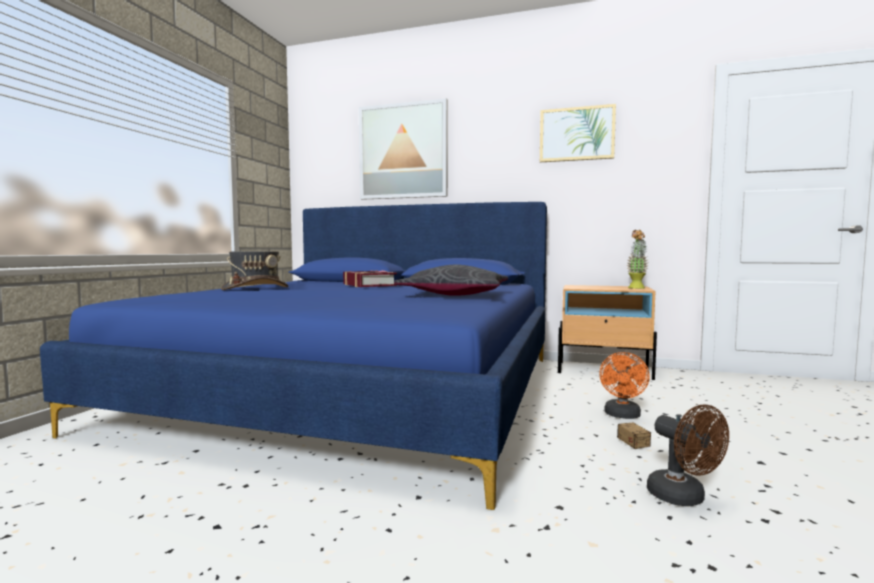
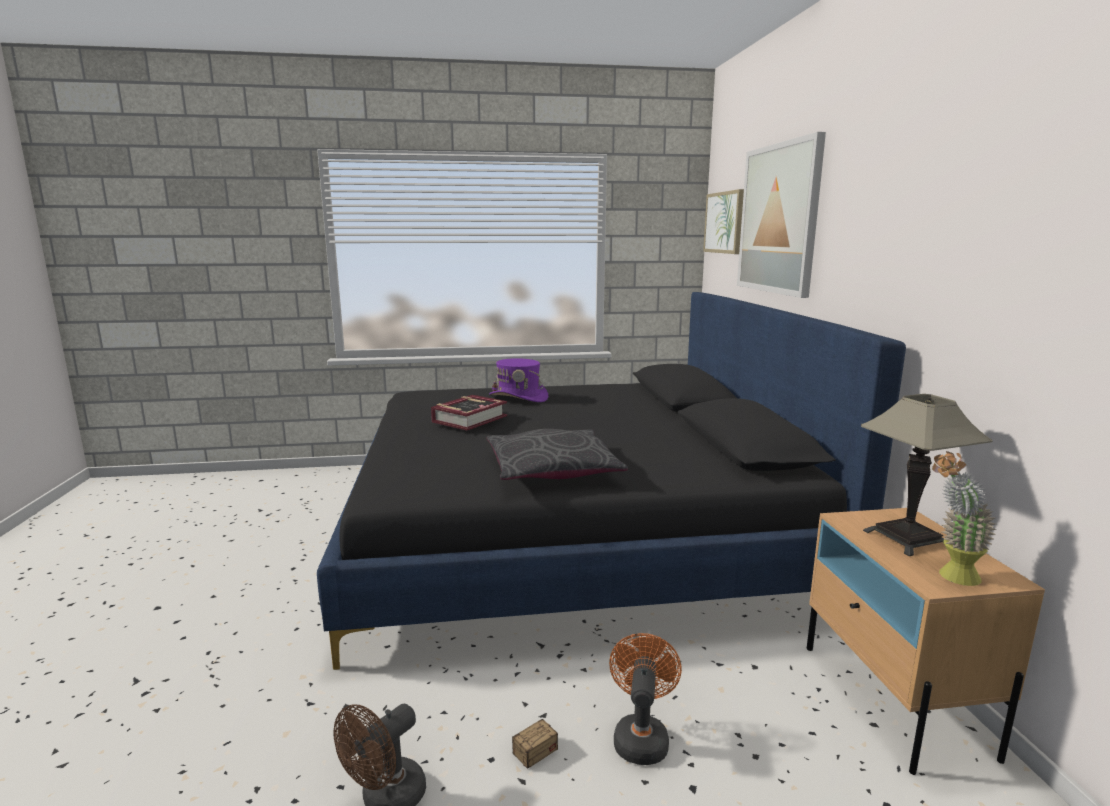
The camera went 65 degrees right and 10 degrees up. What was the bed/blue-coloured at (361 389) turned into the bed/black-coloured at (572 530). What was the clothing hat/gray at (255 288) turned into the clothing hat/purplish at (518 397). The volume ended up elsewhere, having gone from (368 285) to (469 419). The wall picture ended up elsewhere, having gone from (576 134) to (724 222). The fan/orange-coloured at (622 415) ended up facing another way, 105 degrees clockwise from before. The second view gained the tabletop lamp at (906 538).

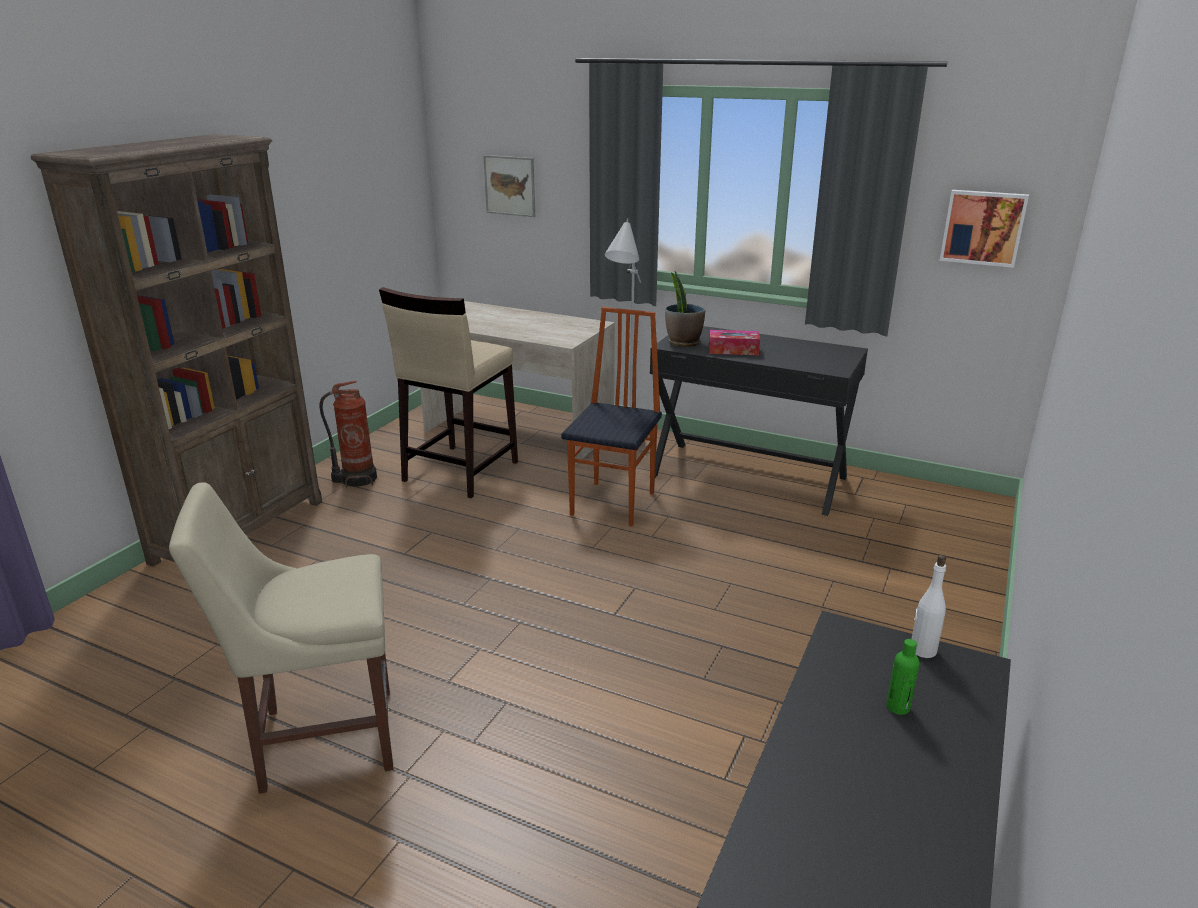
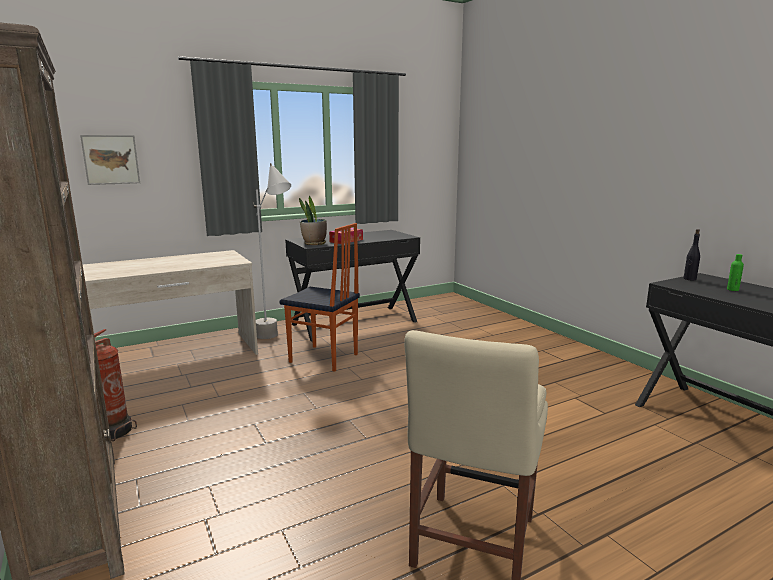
The camera went 55 degrees left and 10 degrees down. The second view lost the stool seat/sand-coloured at (459 471). The plain chair at (614 503) ended up facing another way, 150 degrees clockwise from before. What was the drink bottle/white at (922 650) turned into the drink bottle/black-coloured at (689 279). The second view lost the wall picture at (983 227).

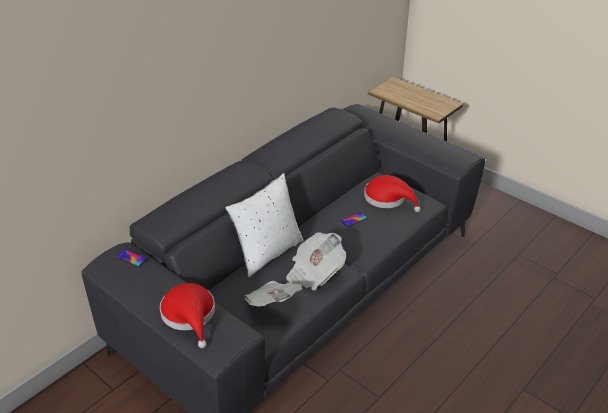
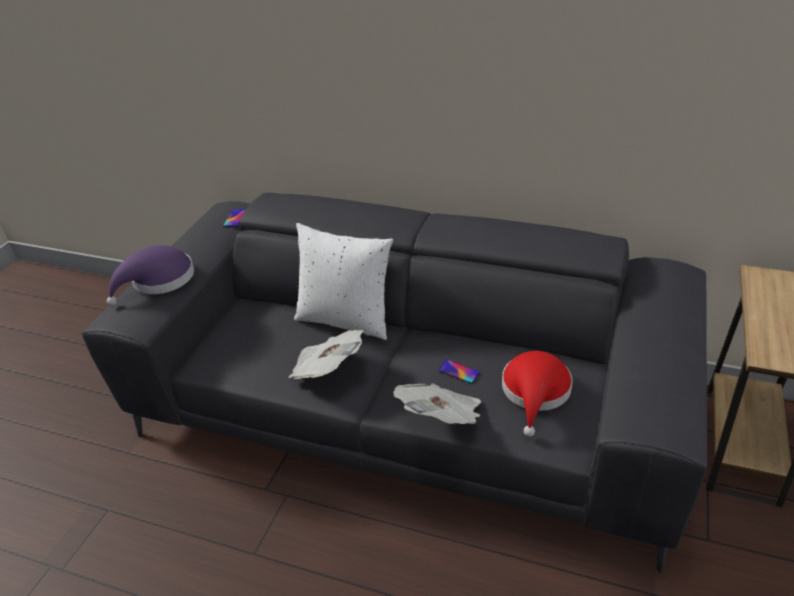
The camera went 70 degrees right and 0 degrees up. What was the clothing hat/reddish at (190 315) turned into the clothing hat/purplish at (158 281). The newspaper ended up elsewhere, having gone from (273 303) to (442 418).

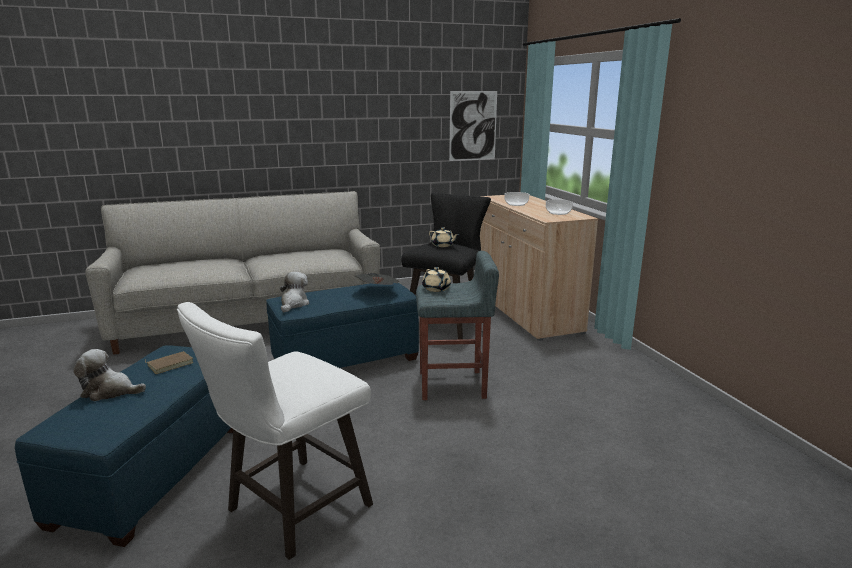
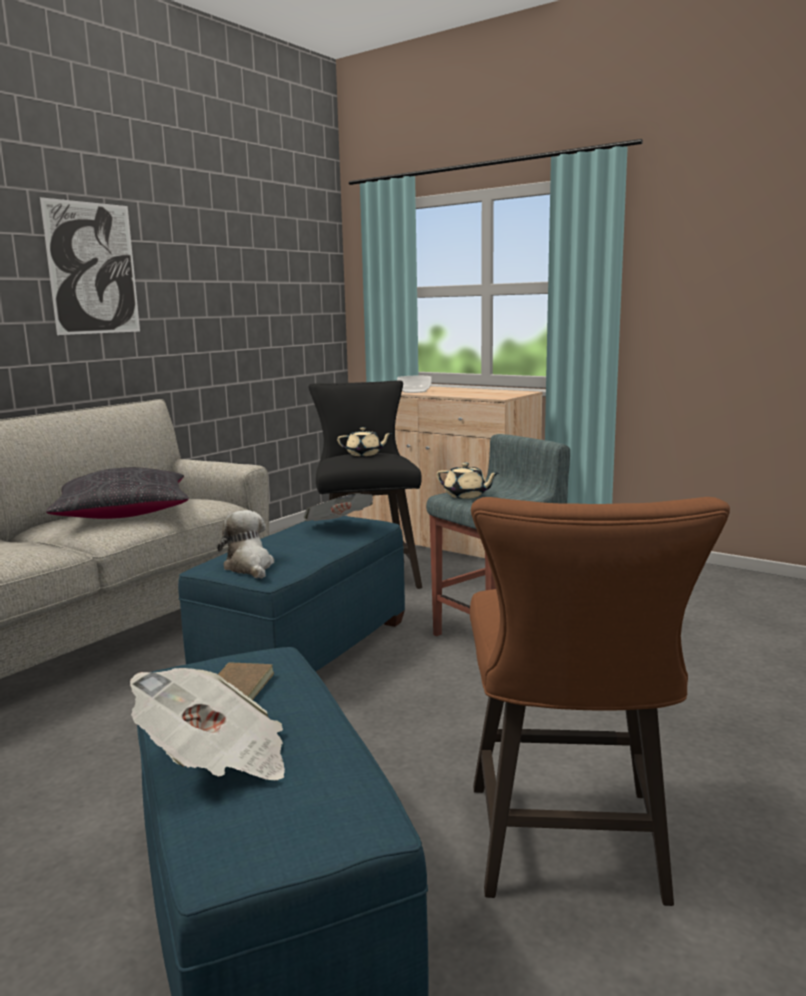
The camera went 35 degrees left and 5 degrees down. Where the plush toy stood at (110 391), the newspaper came to stand at (217 760). What was the stool seat/white at (290 511) turned into the stool seat/brown at (569 852). The wall picture ended up elsewhere, having gone from (473 126) to (93 268). The second view lost the deep dish at (558 213). The second view gained the throw pillow/black-coloured at (123 513).

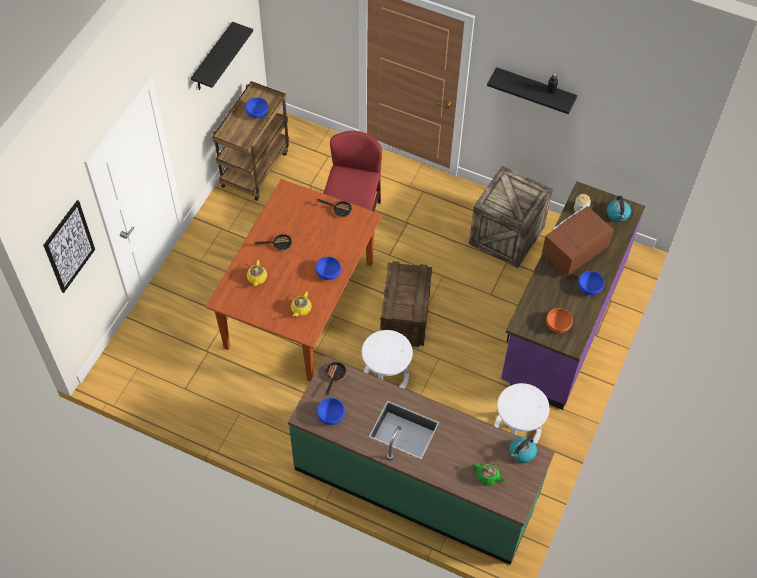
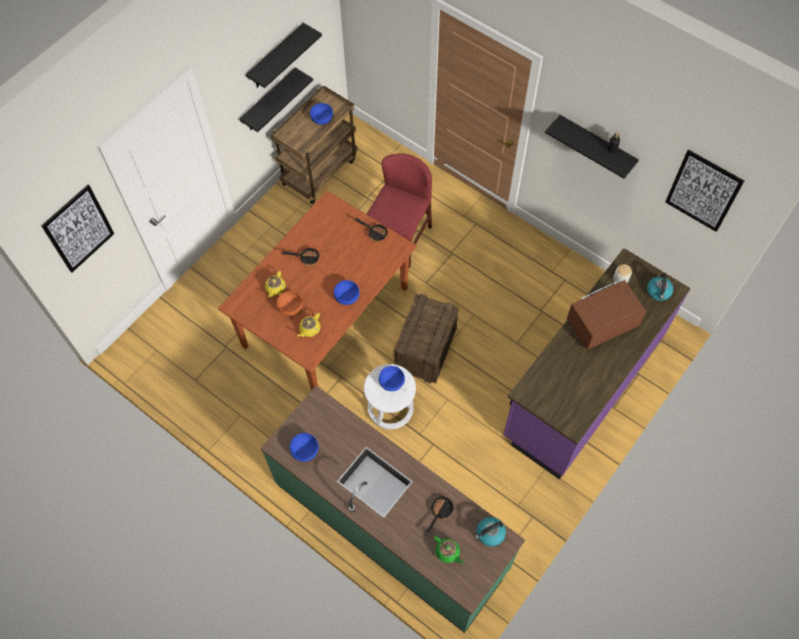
The camera went 15 degrees right and 5 degrees up. The skillet ended up elsewhere, having gone from (334 376) to (439 512). The second view lost the crate at (506 234). The second view lost the stool seat/white at (517 430). The deep dish/orange-coloured ended up elsewhere, having gone from (557 325) to (290 307). The deep dish/blue-coloured ended up elsewhere, having gone from (589 287) to (391 381). The second view gained the bracket shelf/black-coloured at (269 101). The second view gained the wall picture at (703 191).

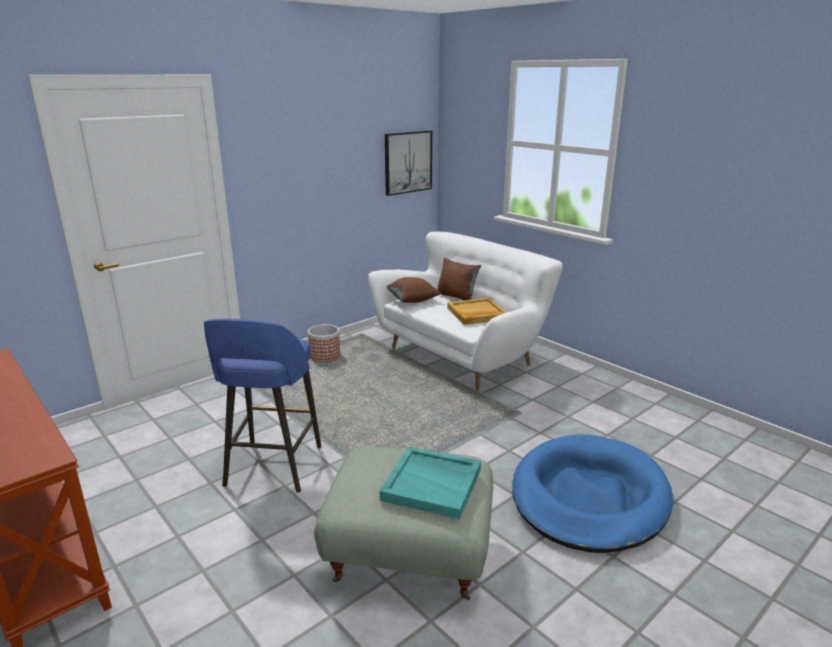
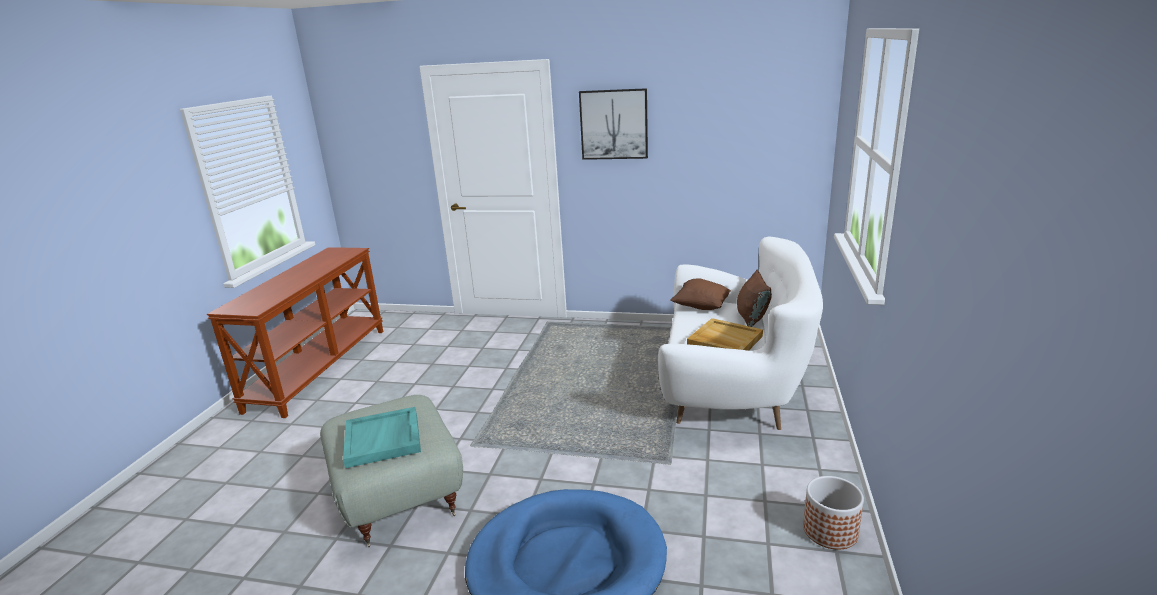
The camera went 55 degrees right and 0 degrees up. The second view lost the stool seat/blue-coloured at (272 467). The flower pot ended up elsewhere, having gone from (325 356) to (830 531). The wall picture ended up elsewhere, having gone from (407 162) to (614 124).

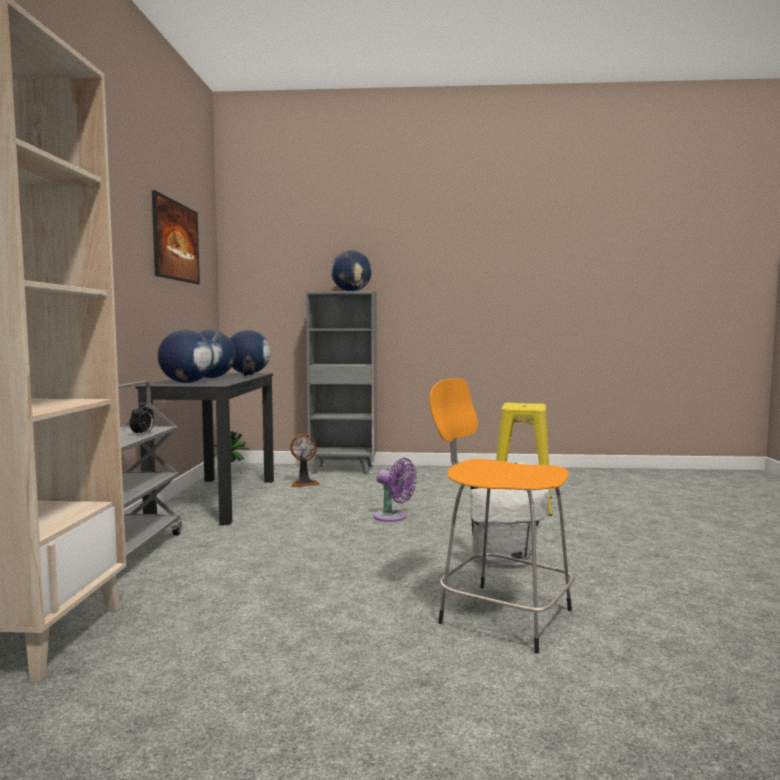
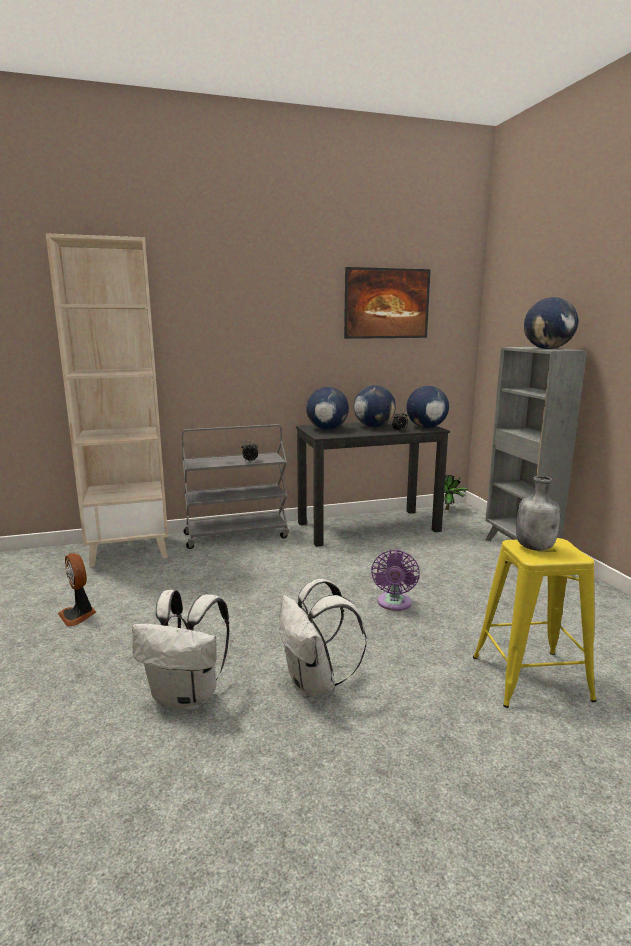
The camera went 70 degrees right and 10 degrees up. The fan ended up elsewhere, having gone from (304 483) to (78 615). Where the stool seat/orange-coloured stood at (501 615), the rucksack/white came to stand at (187 696). The second view gained the drink bottle/gray at (535 547).

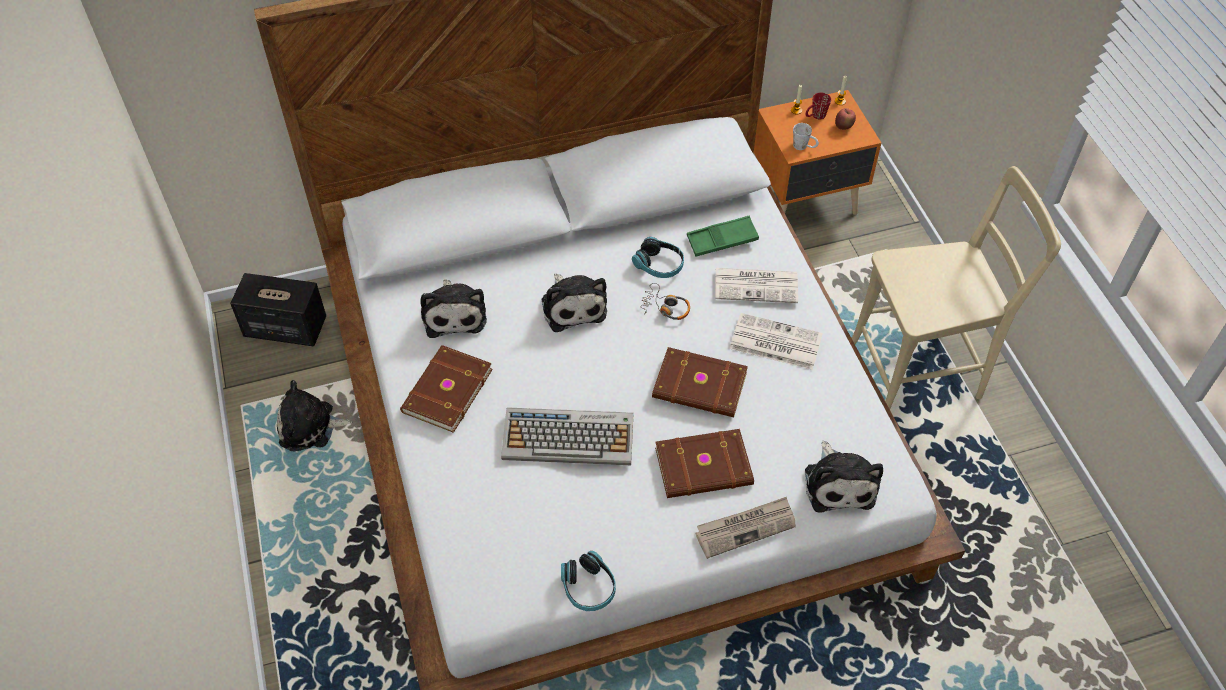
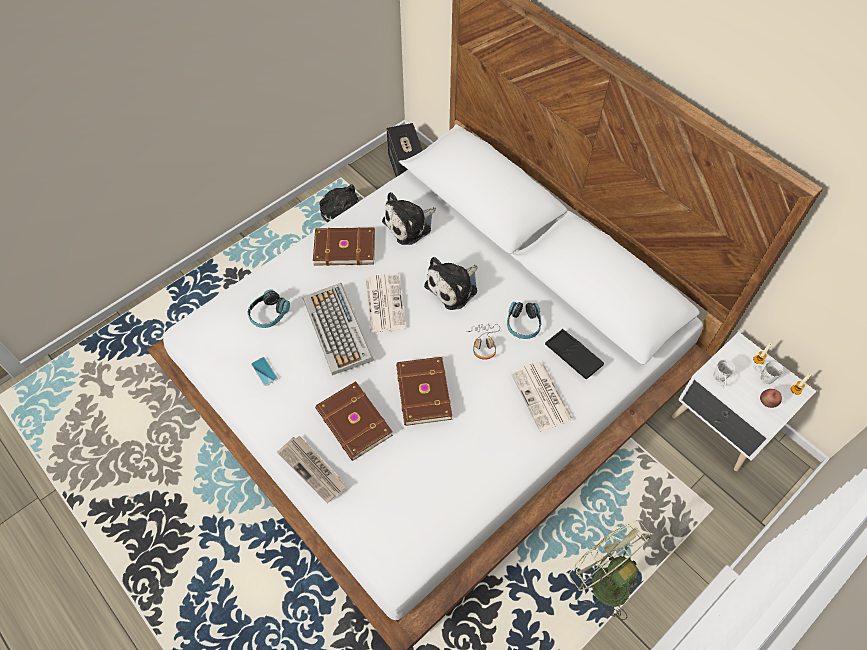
The camera went 65 degrees right and 5 degrees up. The headset ended up elsewhere, having gone from (588 587) to (269 314). What was the carrying tray/green at (722 240) turned into the carrying tray/black-coloured at (573 356). The newspaper ended up elsewhere, having gone from (774 342) to (384 302). What was the night table/orange-coloured at (806 202) turned into the night table/white at (721 427). The second view lost the plush toy at (839 483). What was the coffee mug/reddish at (815 117) turned into the coffee mug/white at (762 376). Where the plain chair/sand-coloured stood at (923 369), the fan/green came to stand at (602 580). The second view gained the telephone at (264 371).

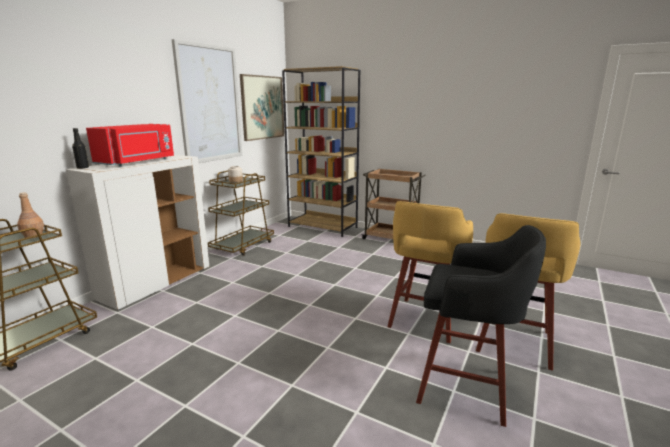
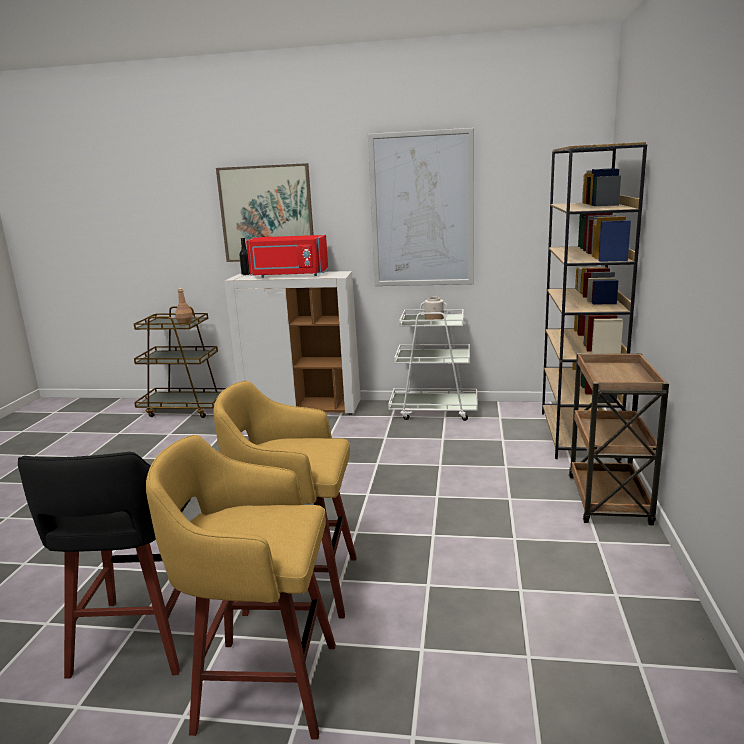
The camera went 70 degrees right and 0 degrees up. What was the cart/brown at (243 246) turned into the cart/white at (434 411). The wall picture ended up elsewhere, having gone from (262 107) to (266 214).

